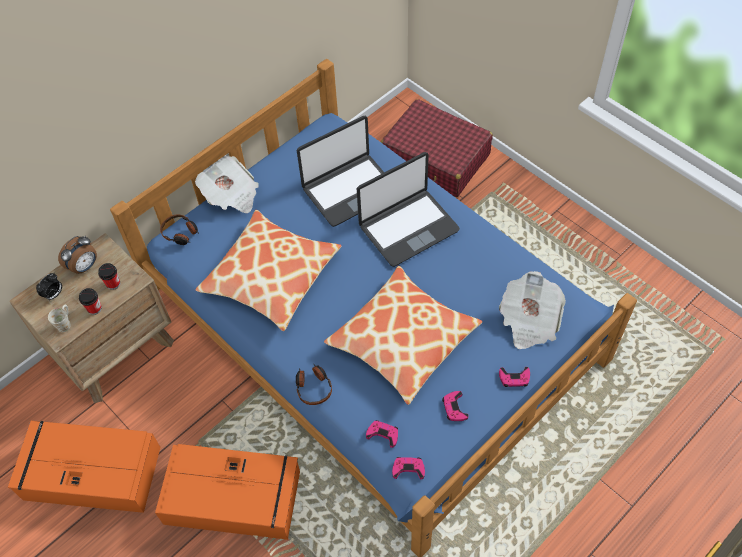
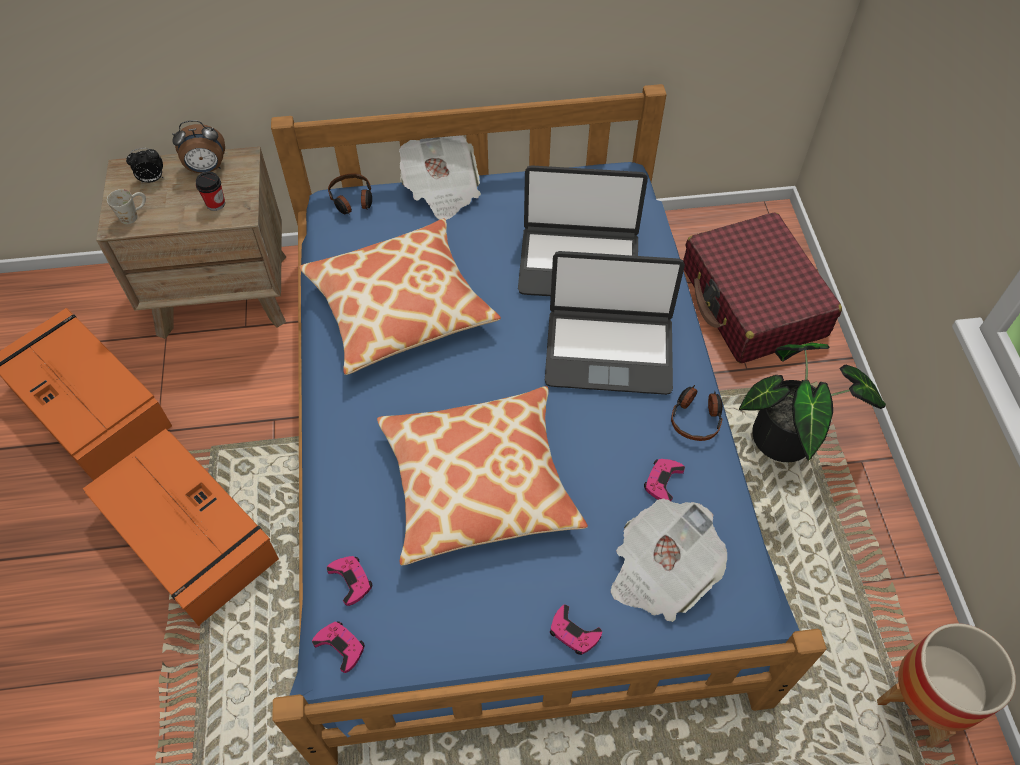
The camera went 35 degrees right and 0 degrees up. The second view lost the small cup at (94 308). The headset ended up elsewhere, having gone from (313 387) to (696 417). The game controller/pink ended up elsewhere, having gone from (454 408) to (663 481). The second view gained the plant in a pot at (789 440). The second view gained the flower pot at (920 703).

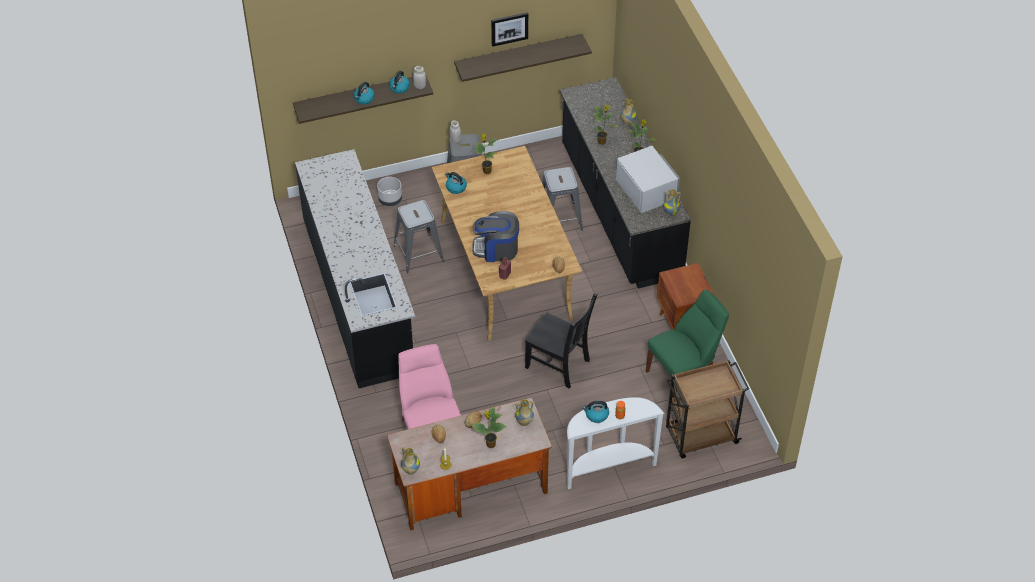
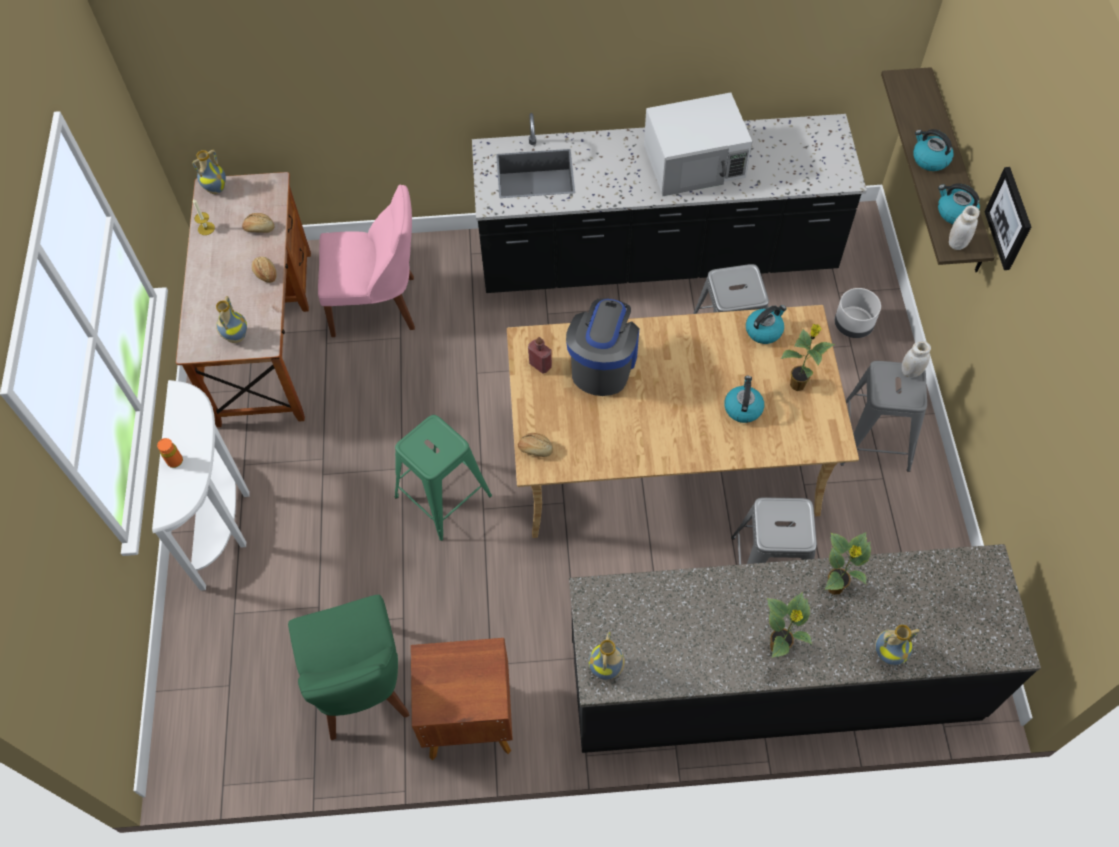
The camera went 105 degrees right and 10 degrees up. The second view lost the bracket shelf at (518 56). The second view lost the plant in a pot at (490 445). The wall picture ended up elsewhere, having gone from (509 28) to (1009 218). Where the plain chair/black-coloured stood at (559 365), the stool seat/green came to stand at (443 496). The water kettle ended up elsewhere, having gone from (596 415) to (743 408). The microwave/white ended up elsewhere, having gone from (646 189) to (695 161). The second view lost the cart/brown at (700 436).

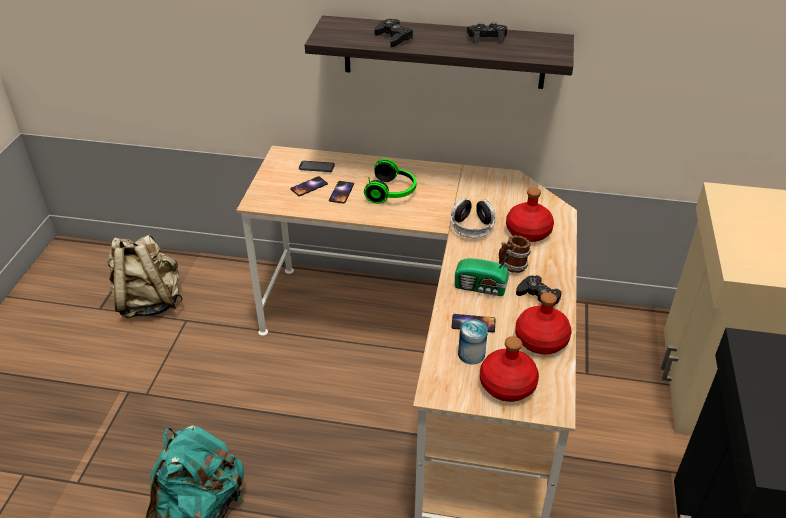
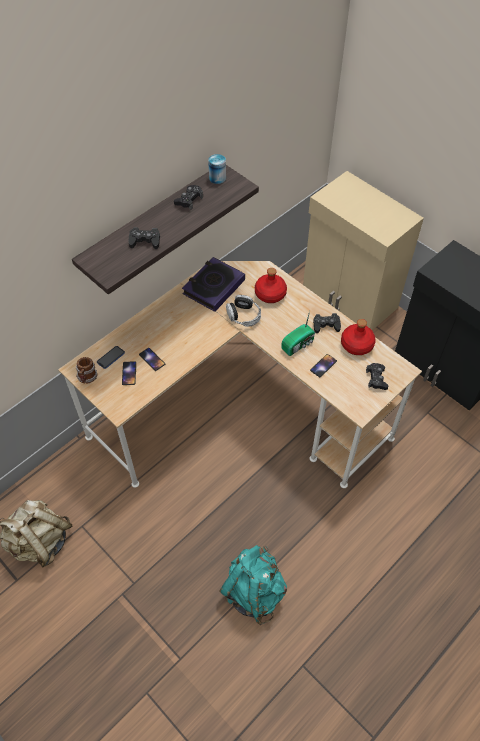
The camera went 55 degrees left and 15 degrees up. The second view lost the headset at (392 192). The can ended up elsewhere, having gone from (471 354) to (217 178). Where the drink bottle/reddish stood at (507 384), the game controller/black-coloured came to stand at (376 379). The coffee mug ended up elsewhere, having gone from (511 267) to (87 378). The second view gained the volume at (213 287).

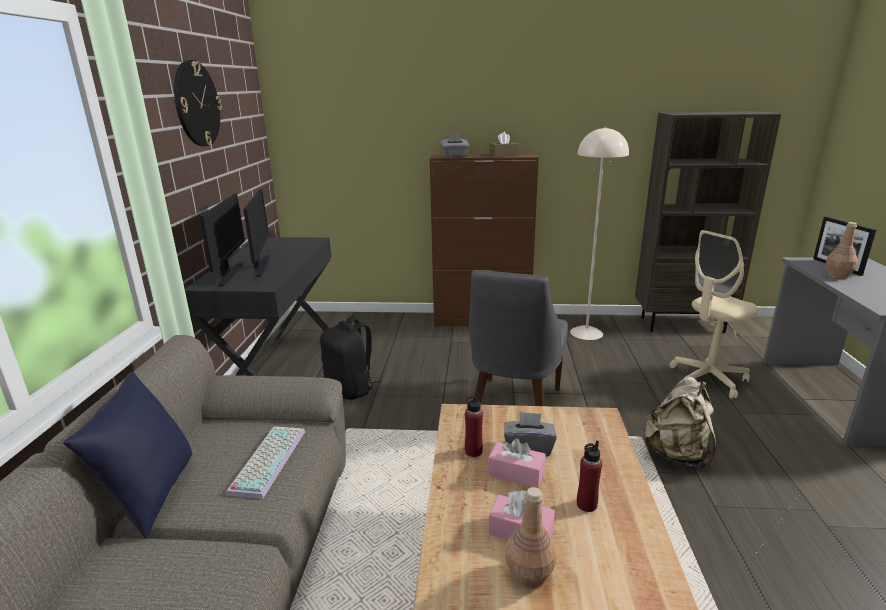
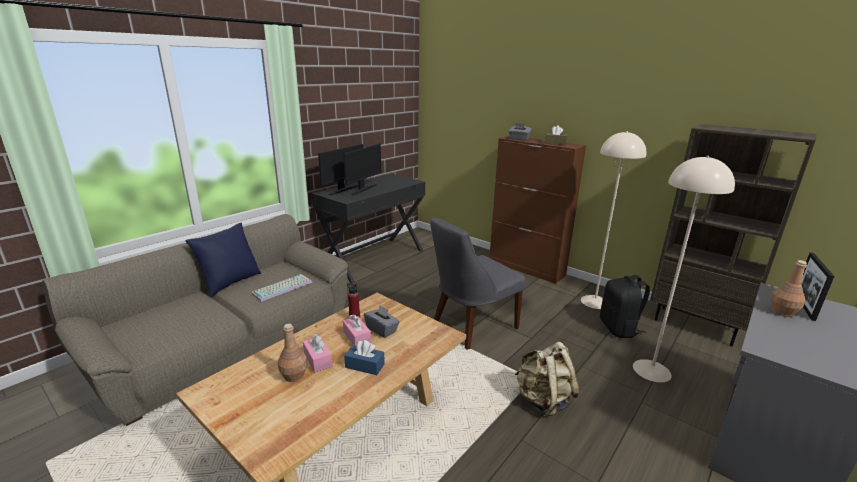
The camera went 35 degrees right and 0 degrees up. The second view lost the wall clock at (196 104). The rucksack/black-coloured ended up elsewhere, having gone from (351 388) to (619 329). Where the drink bottle/reddish stood at (586 504), the box of tissues/blue-coloured came to stand at (364 366). Where the desk chair/sand-coloured stood at (707 379), the floor lamp/sand-coloured came to stand at (651 370).

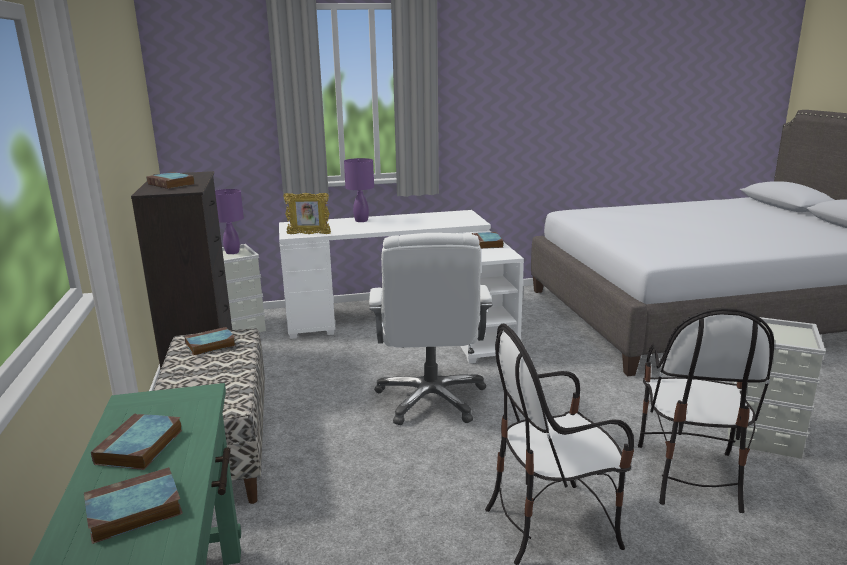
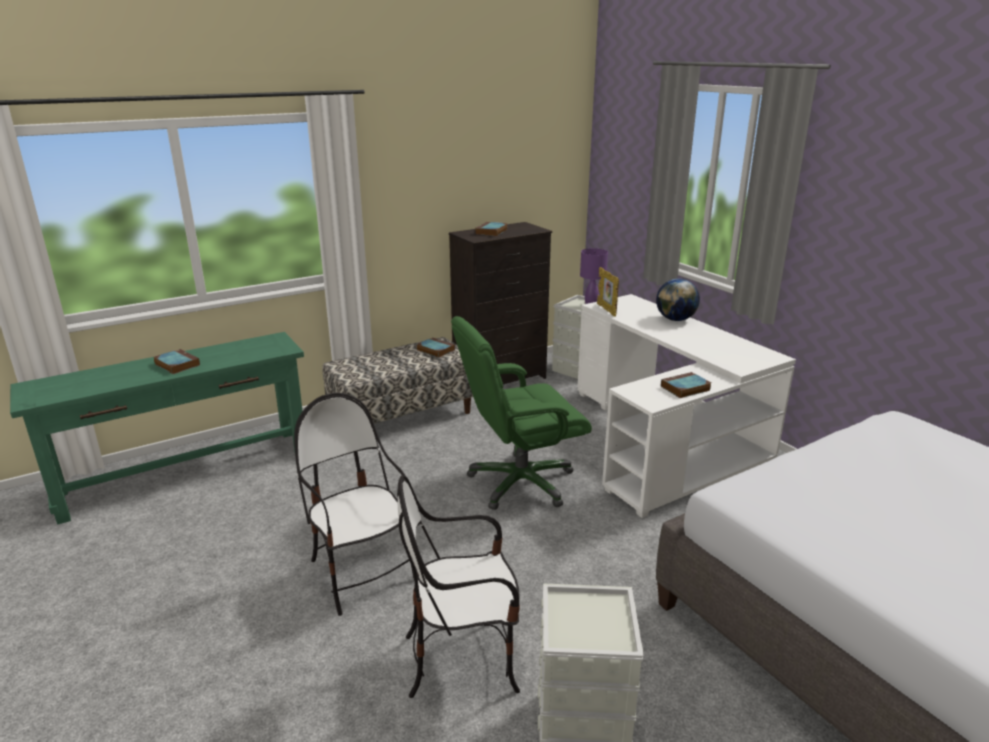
The camera went 70 degrees right and 5 degrees up. The second view lost the volume at (139 447). Where the tabletop lamp/purplish stood at (361 220), the globe came to stand at (675 319). What was the desk chair/white at (431 399) turned into the desk chair/green at (520 483).

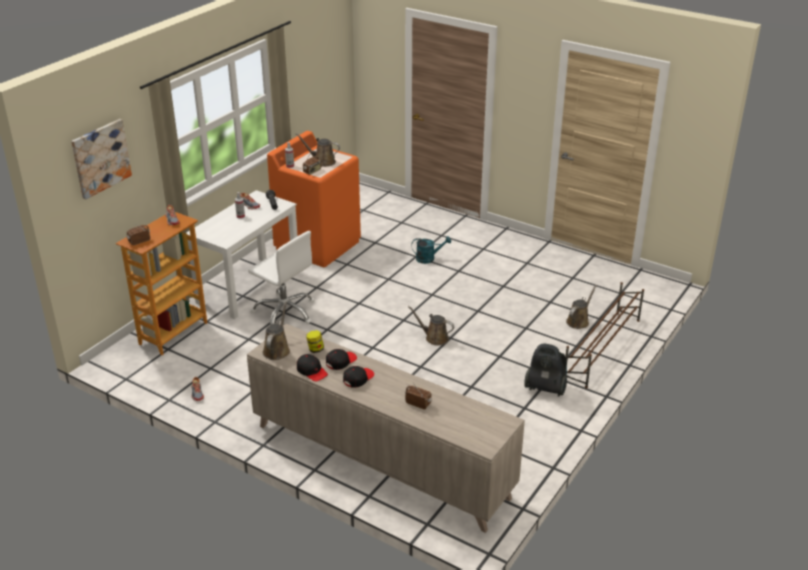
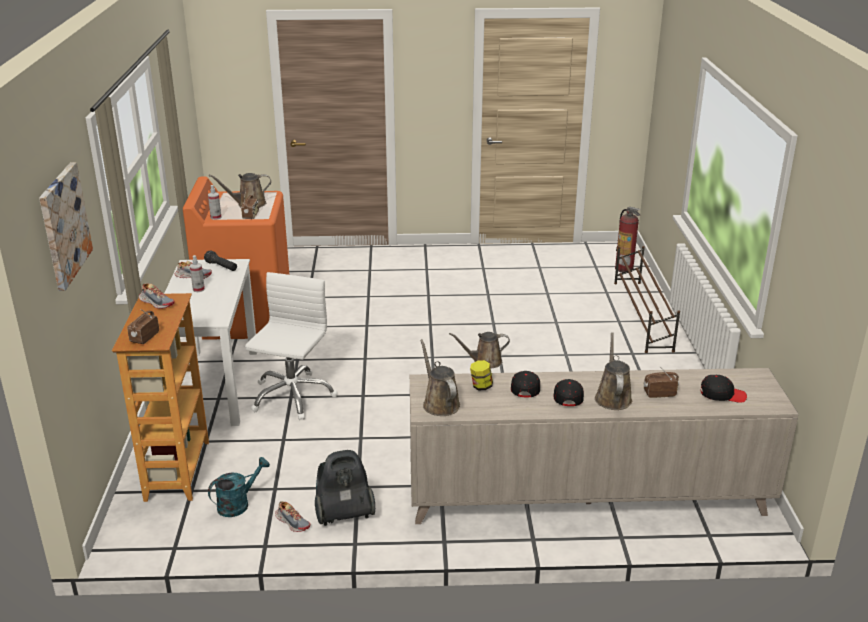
The camera went 35 degrees left and 5 degrees down. The desk chair/white at (285 312) ended up facing another way, 75 degrees counterclockwise from before. The peaked cap/black-coloured ended up elsewhere, having gone from (312 371) to (722 394). The watering pot/turquoise-coloured ended up elsewhere, having gone from (428 258) to (238 504). The vacuum cleaner ended up elsewhere, having gone from (545 388) to (343 514). The watering pot/brown ended up elsewhere, having gone from (578 321) to (612 397). The second view gained the fire extinguisher at (624 268).

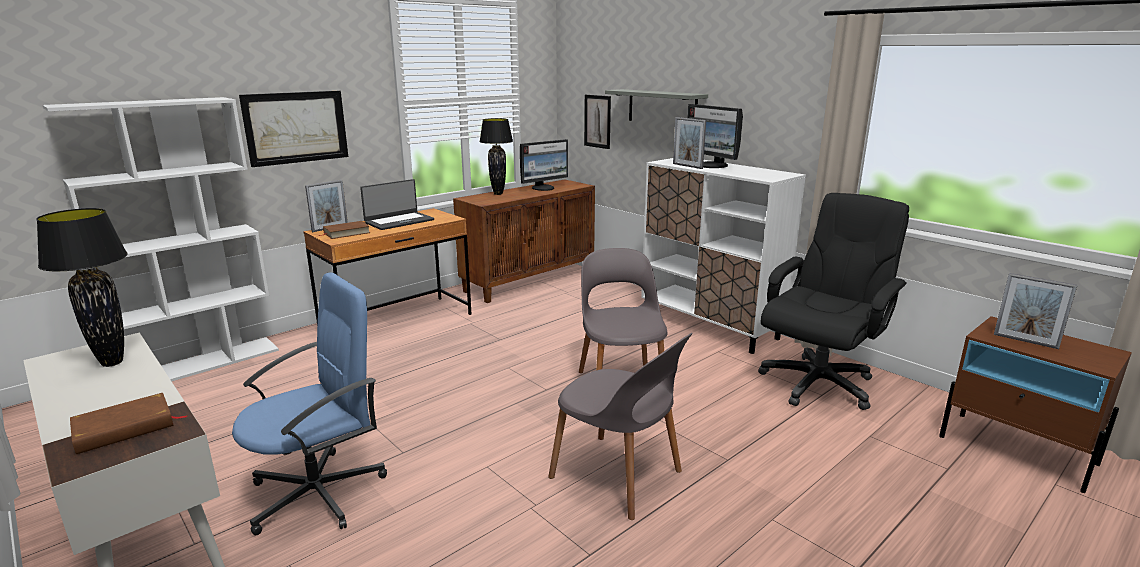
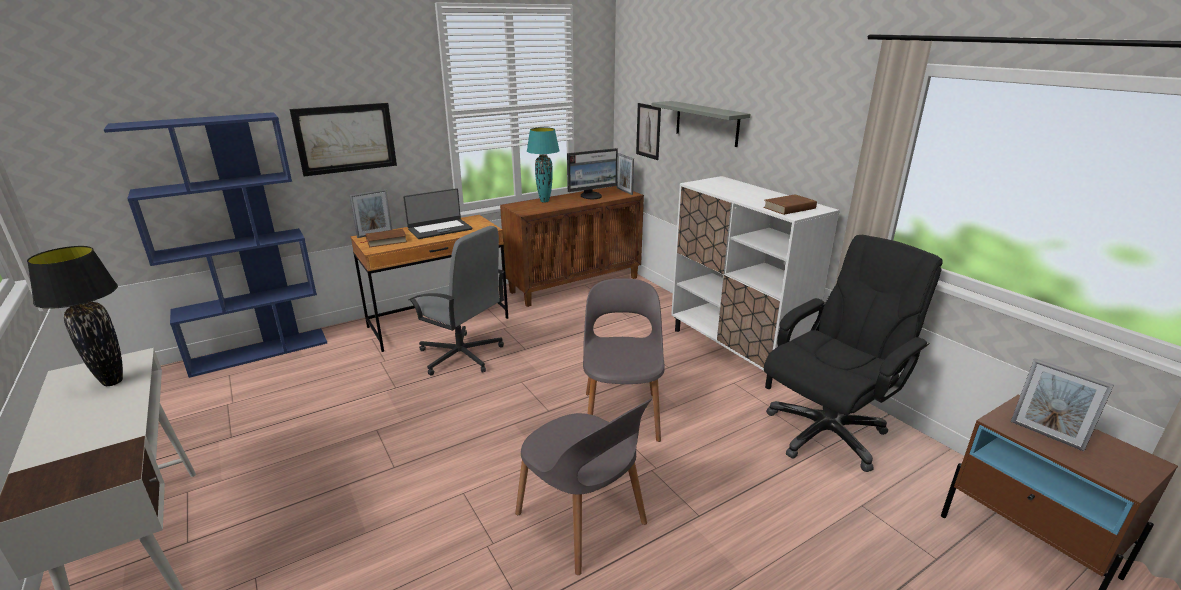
The camera went 10 degrees right and 5 degrees up. What was the bookcase/white at (202 364) turned into the bookcase/blue-coloured at (260 351). The volume/brown ended up elsewhere, having gone from (124 428) to (789 208). The second view lost the desk chair/blue-coloured at (319 493). What was the tabletop lamp/black-coloured at (498 194) turned into the tabletop lamp/turquoise-coloured at (544 201). The picture frame ended up elsewhere, having gone from (687 166) to (624 191). The second view lost the computer display at (712 166). The second view gained the desk chair/gray at (461 356).

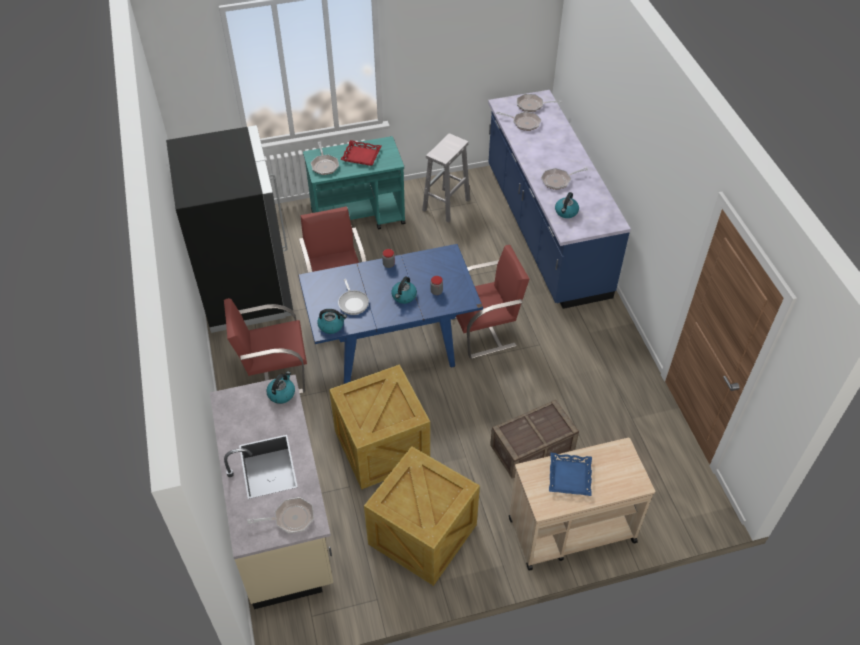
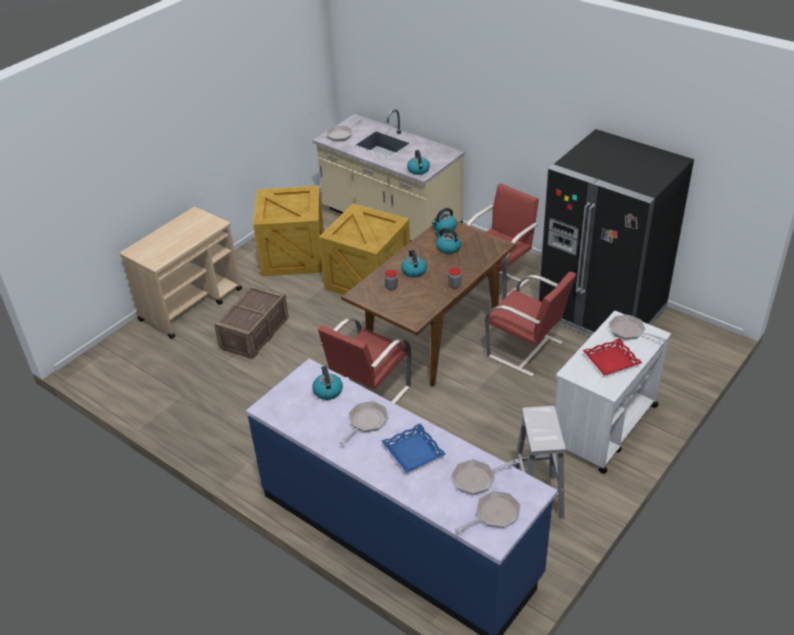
The camera went 145 degrees right and 10 degrees down. What was the kitchen table/blue-coloured at (392 347) turned into the kitchen table/brown at (432 338). What was the cart/turquoise-coloured at (358 217) turned into the cart/white at (604 427). Where the skillet stood at (353 302), the water kettle came to stand at (448 248). The carrying tray/blue-coloured ended up elsewhere, having gone from (569 476) to (414 452).

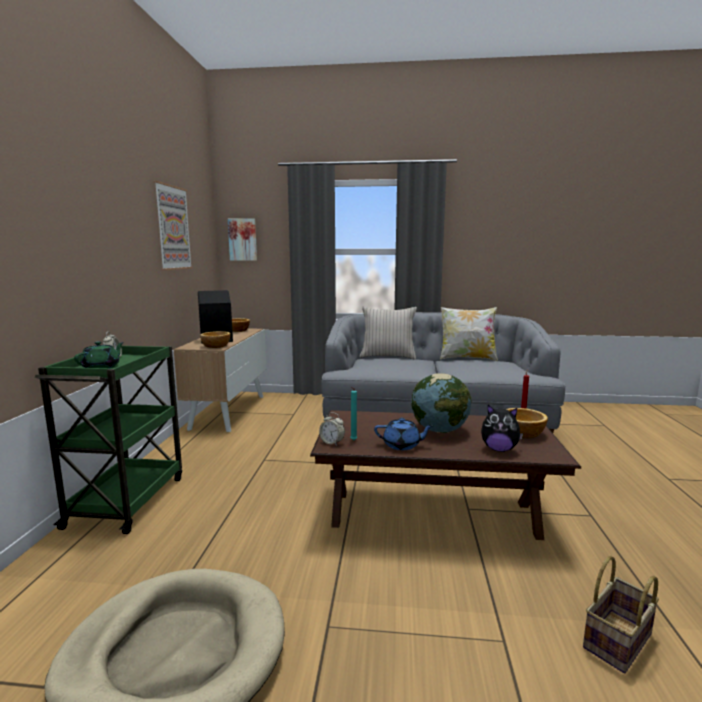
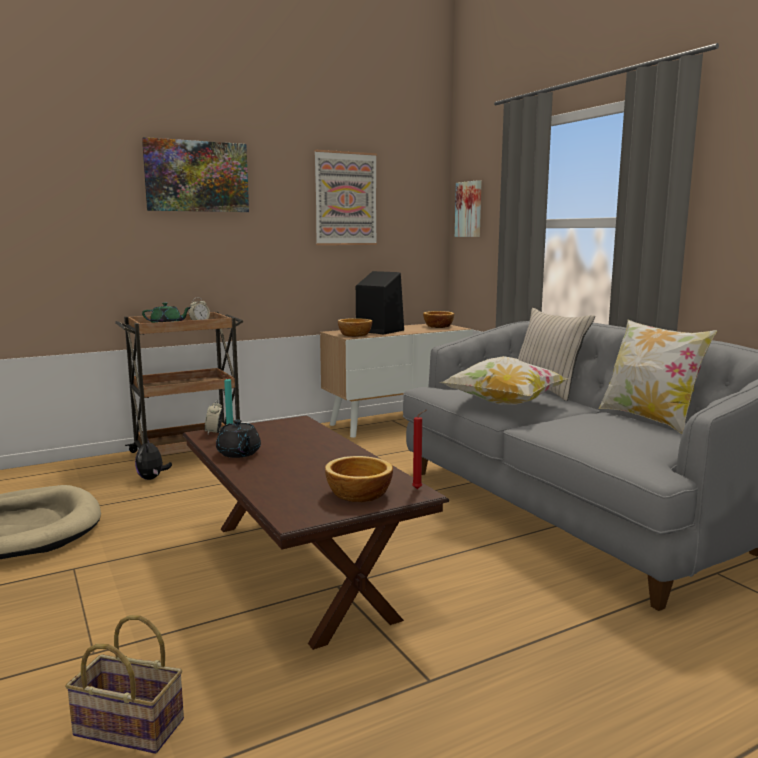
The camera went 55 degrees right and 0 degrees up. What was the cart/green at (128 500) turned into the cart/brown at (188 452). What was the teapot/blue-coloured at (402 445) turned into the teapot/black-coloured at (239 453). The second view lost the globe at (440 430). The plush toy ended up elsewhere, having gone from (499 449) to (152 478). The second view gained the wall picture at (197 176). The second view gained the throw pillow at (504 404).

